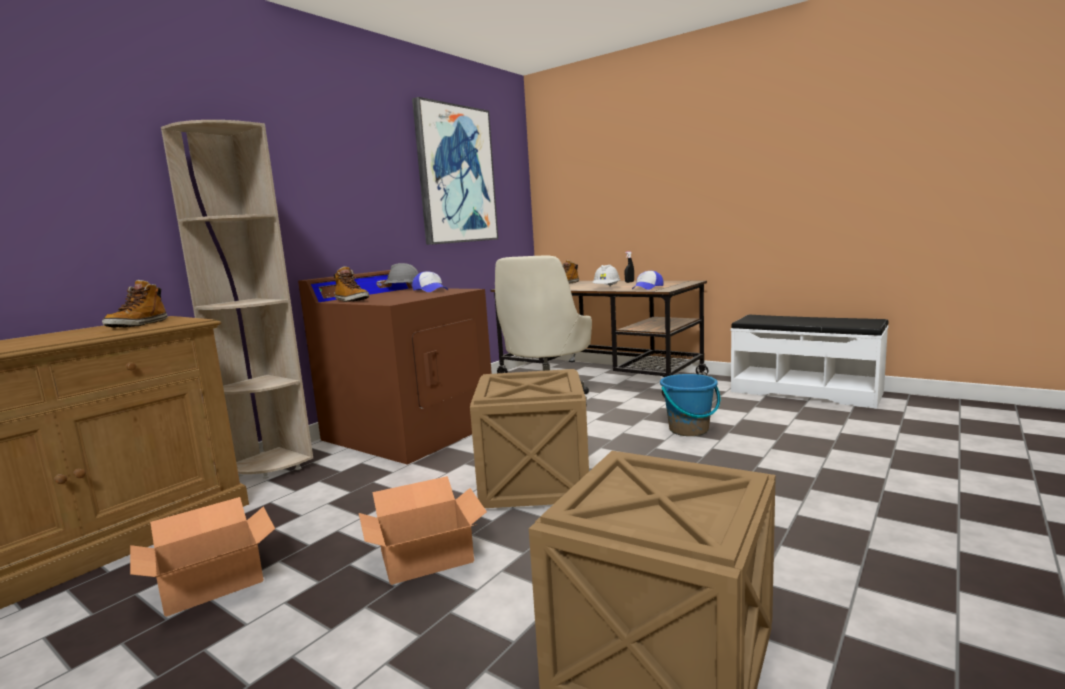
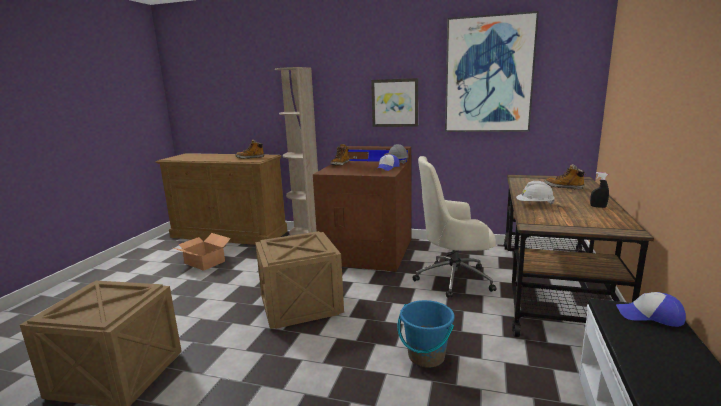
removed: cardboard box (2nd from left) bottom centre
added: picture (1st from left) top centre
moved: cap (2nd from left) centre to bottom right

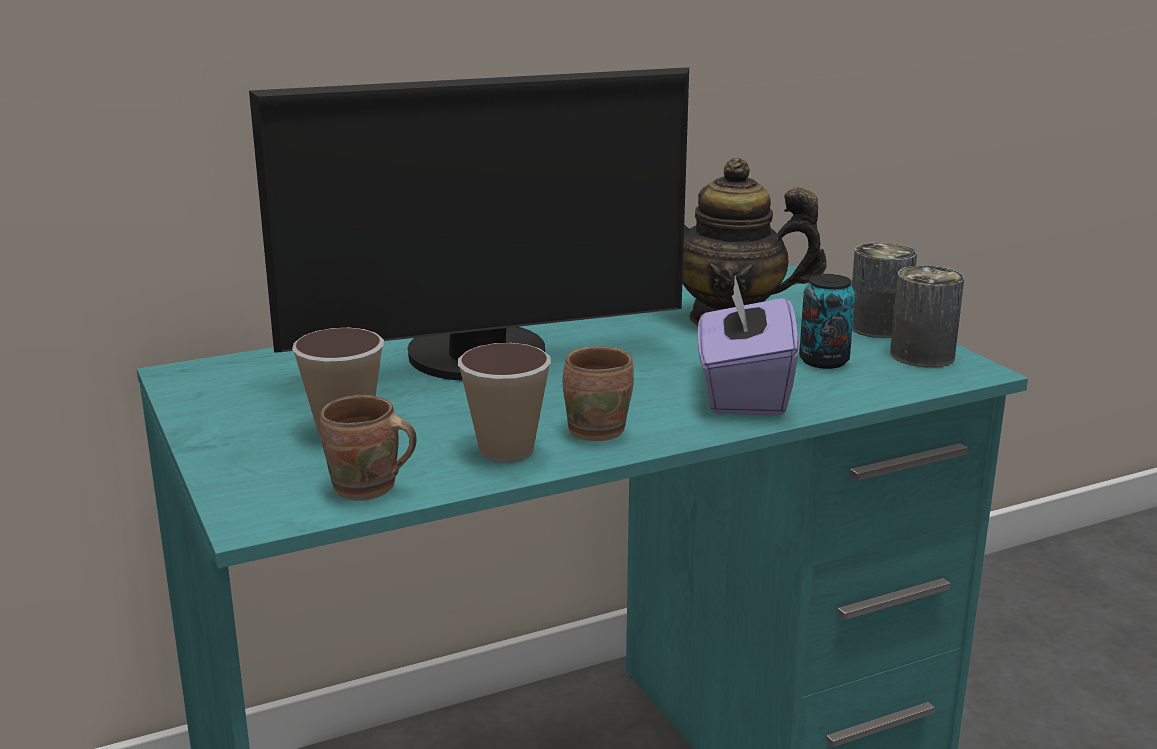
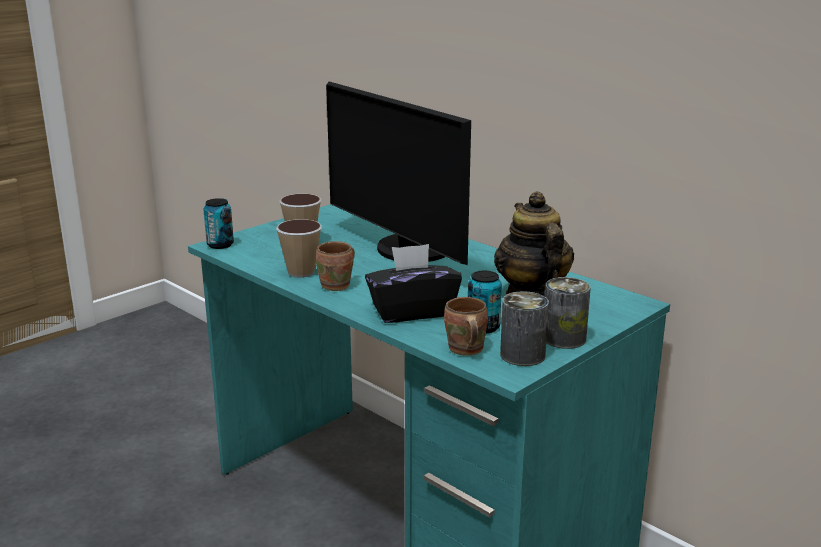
added: can (1st from left) middle left
moved: brown mug (1st from left in the first image) middle left to brown mug (2nd from left) centre
recoloured: purple tissue box centre to black tissue box centre

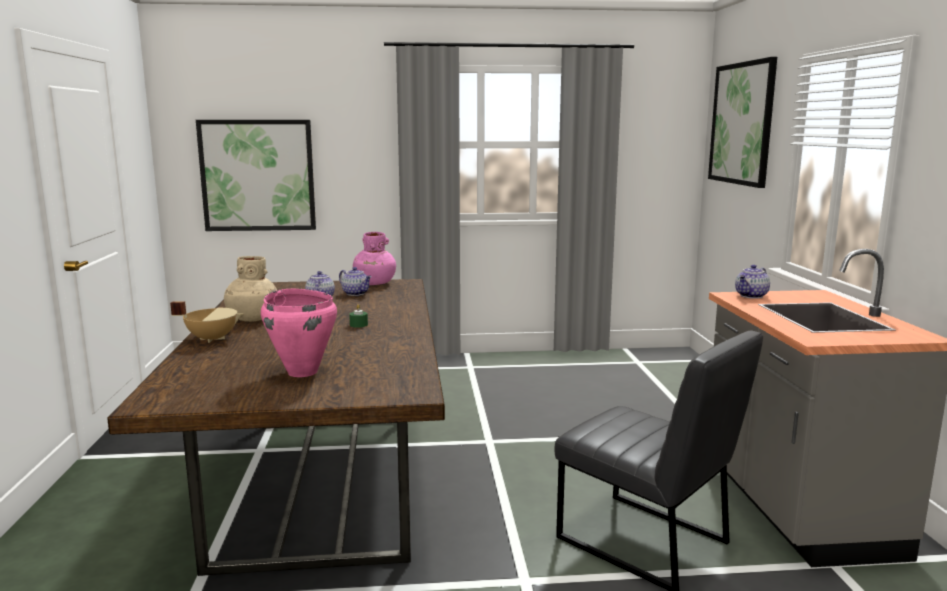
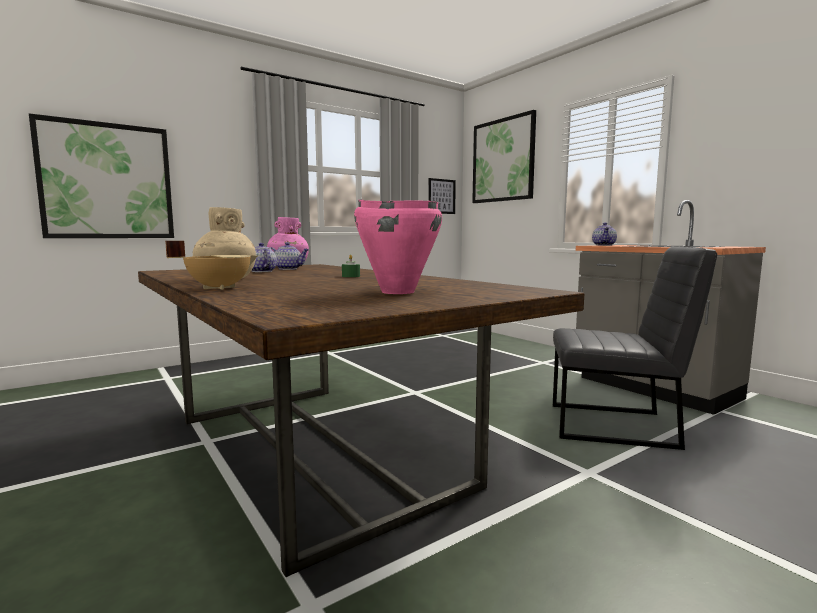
added: picture (2nd from left) top centre

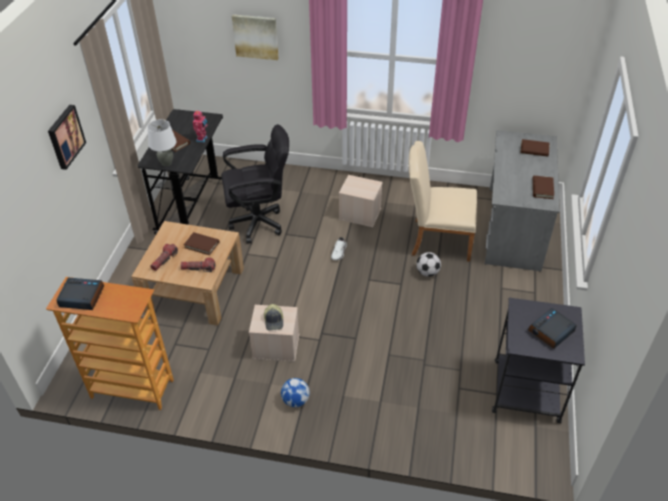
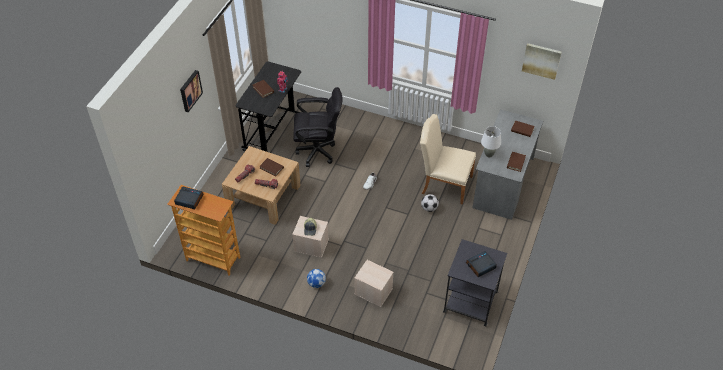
moved: picture (2nd from left) top centre to top right; white table lamp top left to middle right; beige storage box (2nd from left) centre to bottom centre

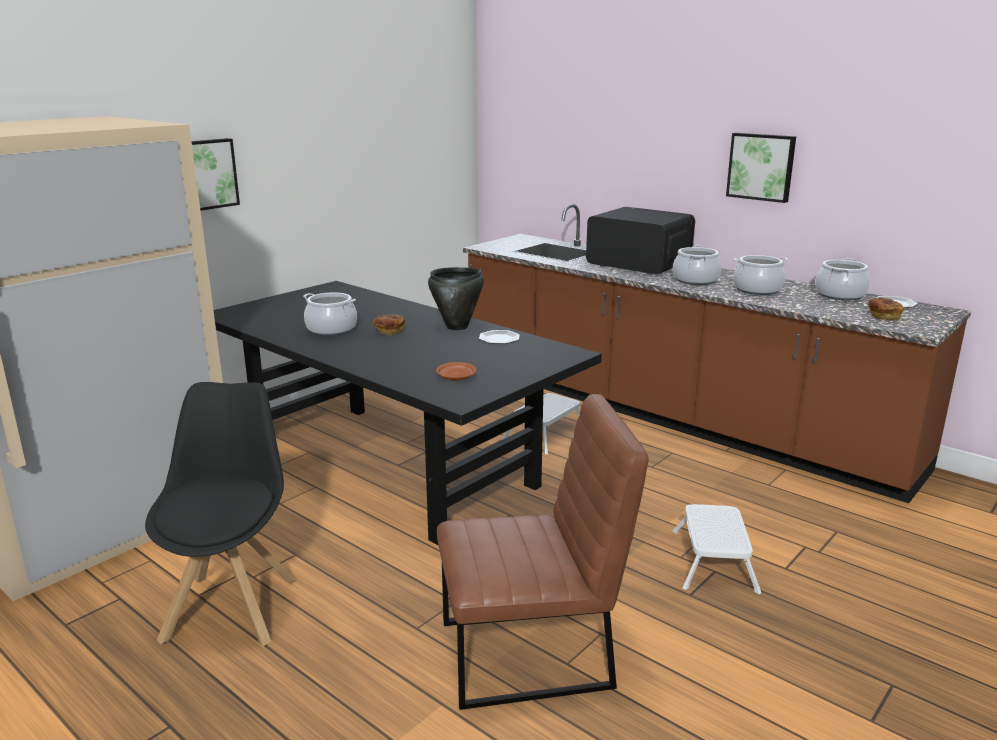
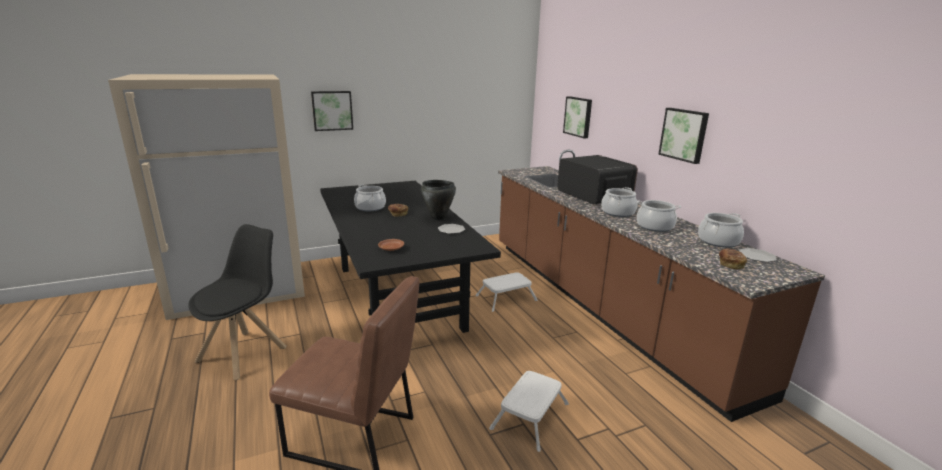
added: picture (2nd from left) top centre

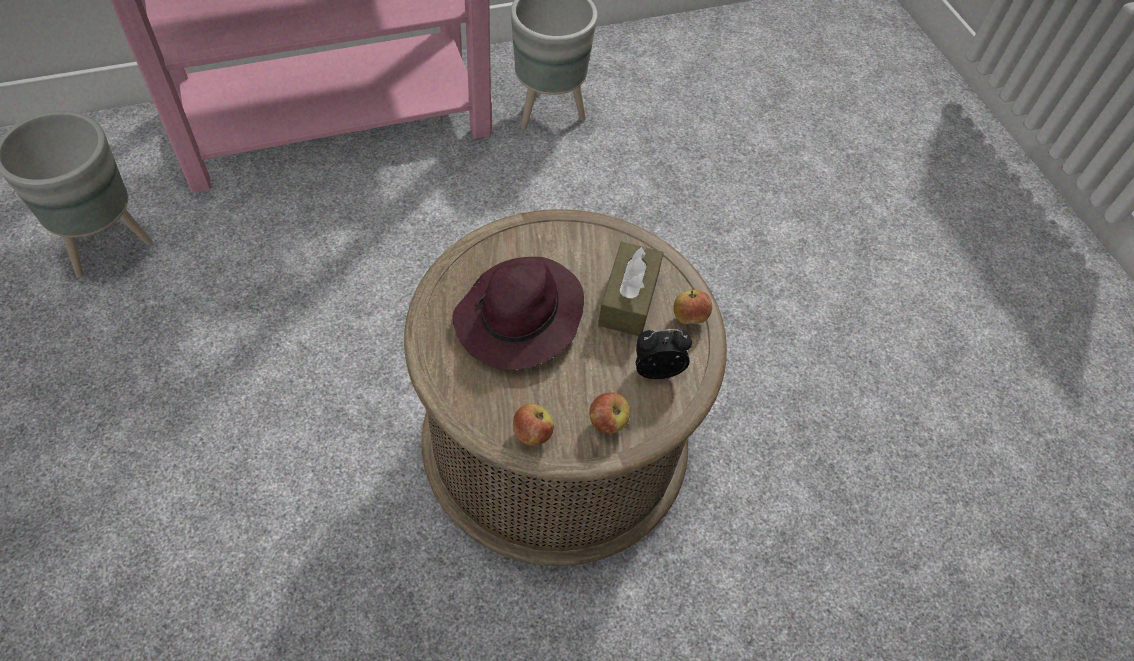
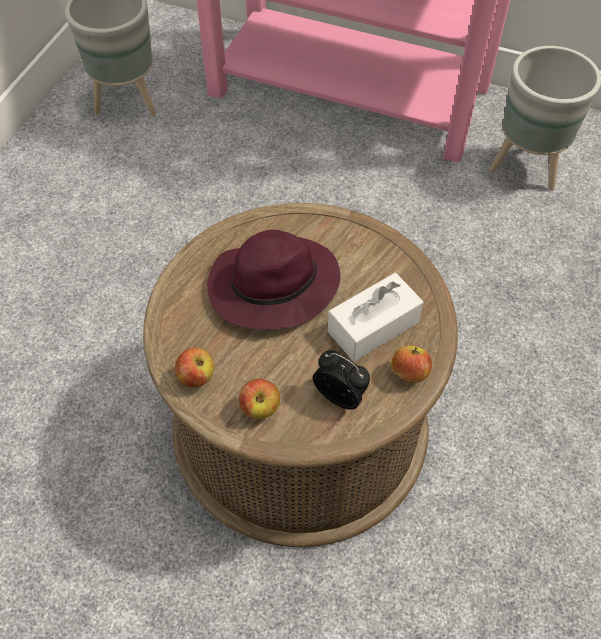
recoloured: brown tissue box centre to white tissue box centre

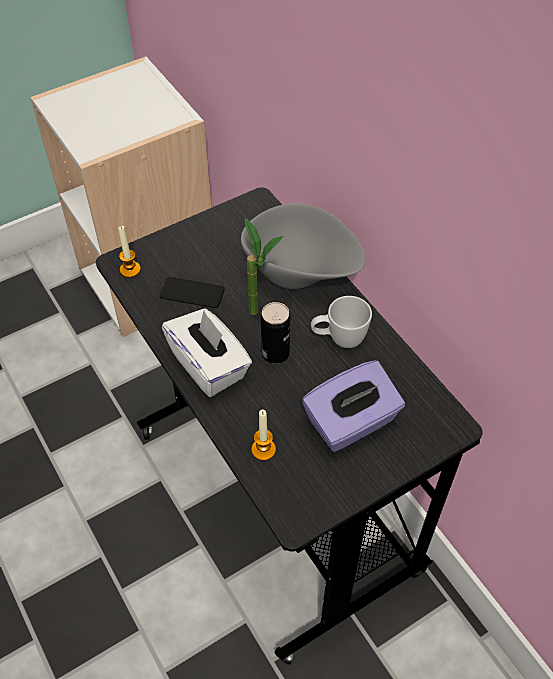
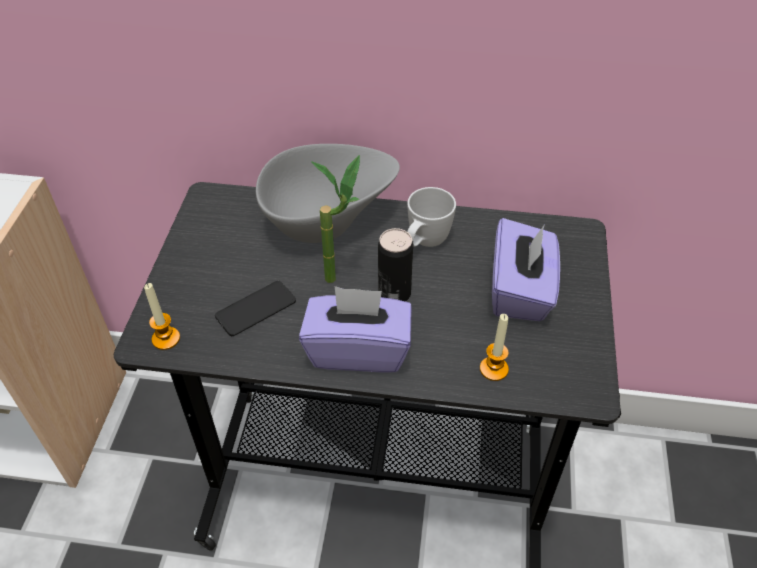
recoloured: white tissue box centre to purple tissue box (1st from left) centre

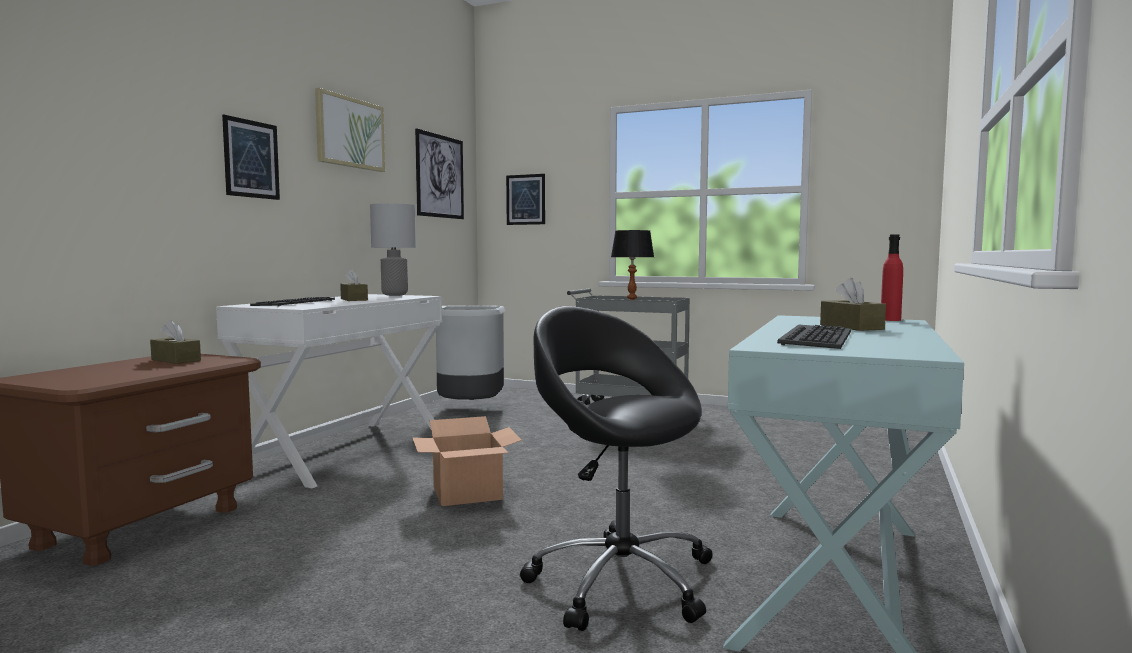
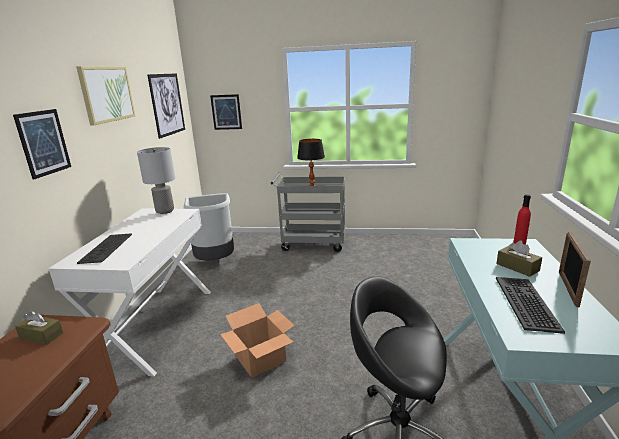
removed: brown tissue box (2nd from left) middle left
added: picture frame middle right

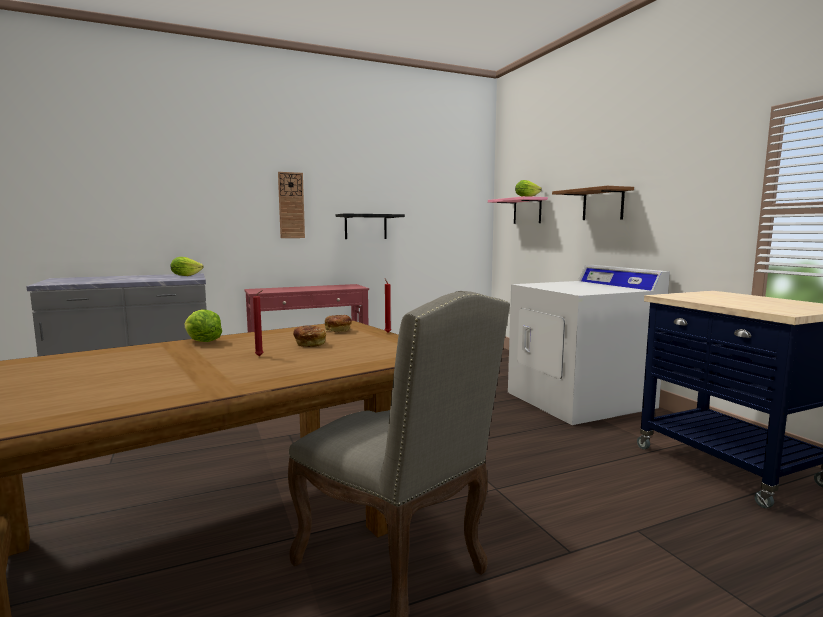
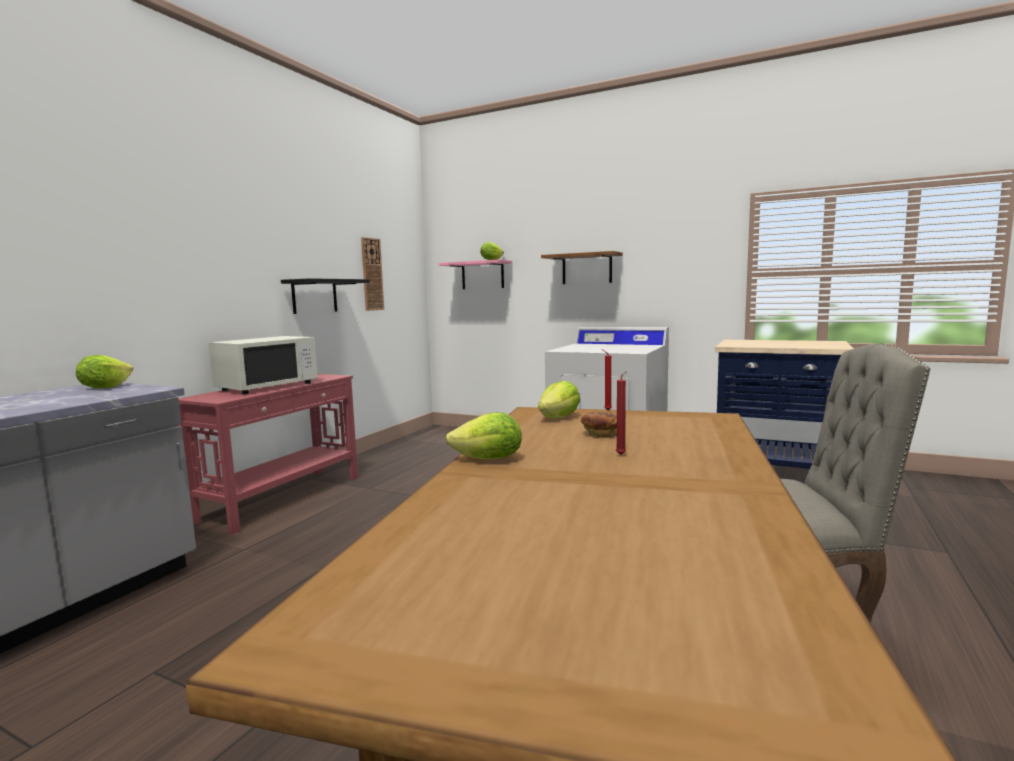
added: white microwave middle left
moved: wall clock top centre to centre
replaced: bread (2nd from left) centre to lettuce (4th from left) centre

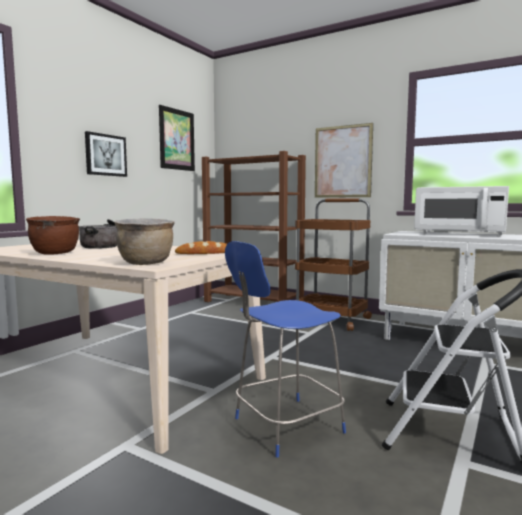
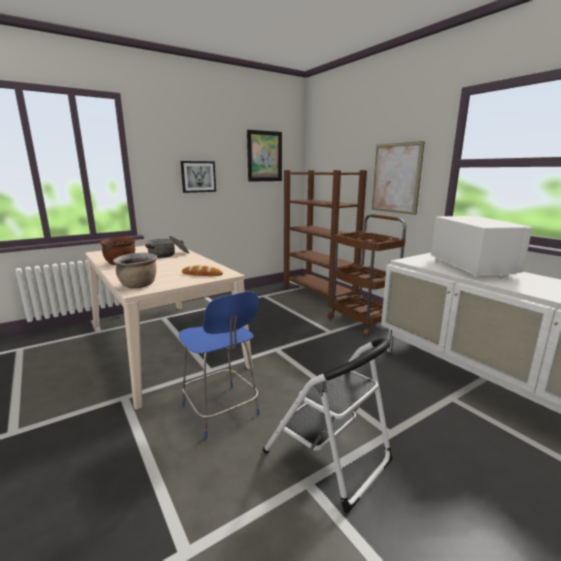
turned: white microwave middle right = middle right 150 degrees counterclockwise; blue chair bottom centre = centre 120 degrees counterclockwise

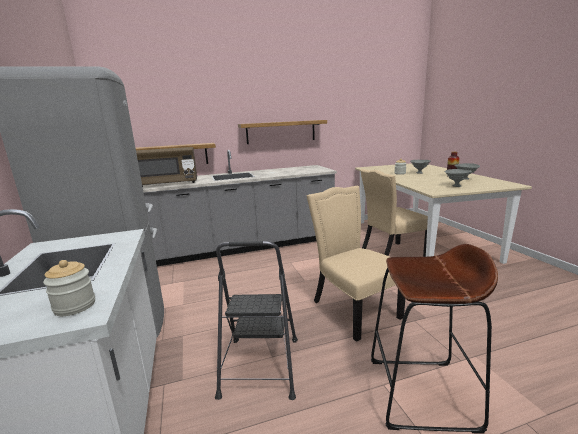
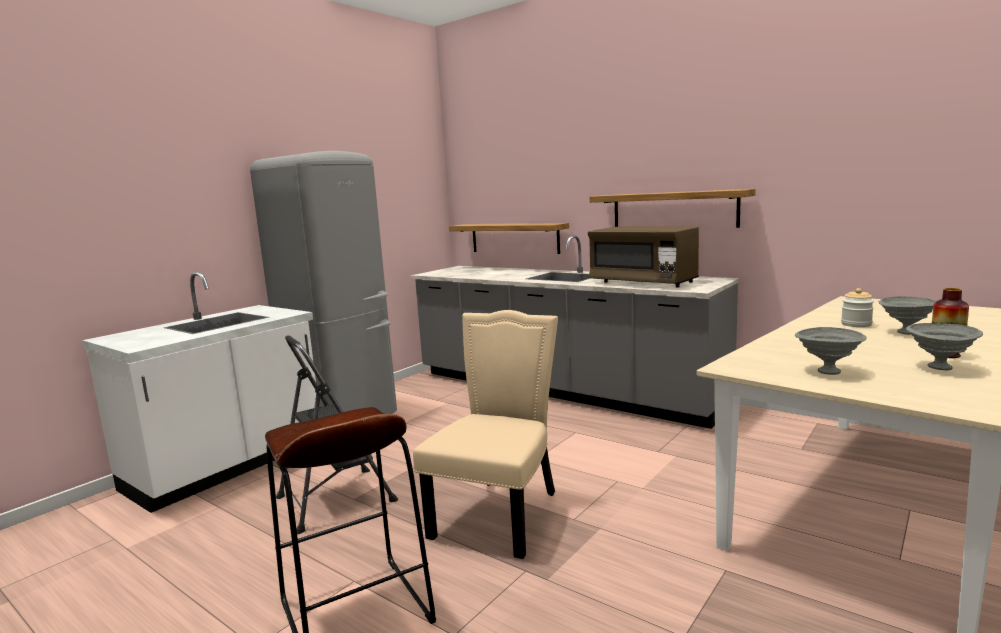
removed: beige chair (2nd from left) middle right; jar (1st from left) middle left
moved: brown microwave middle left to centre

